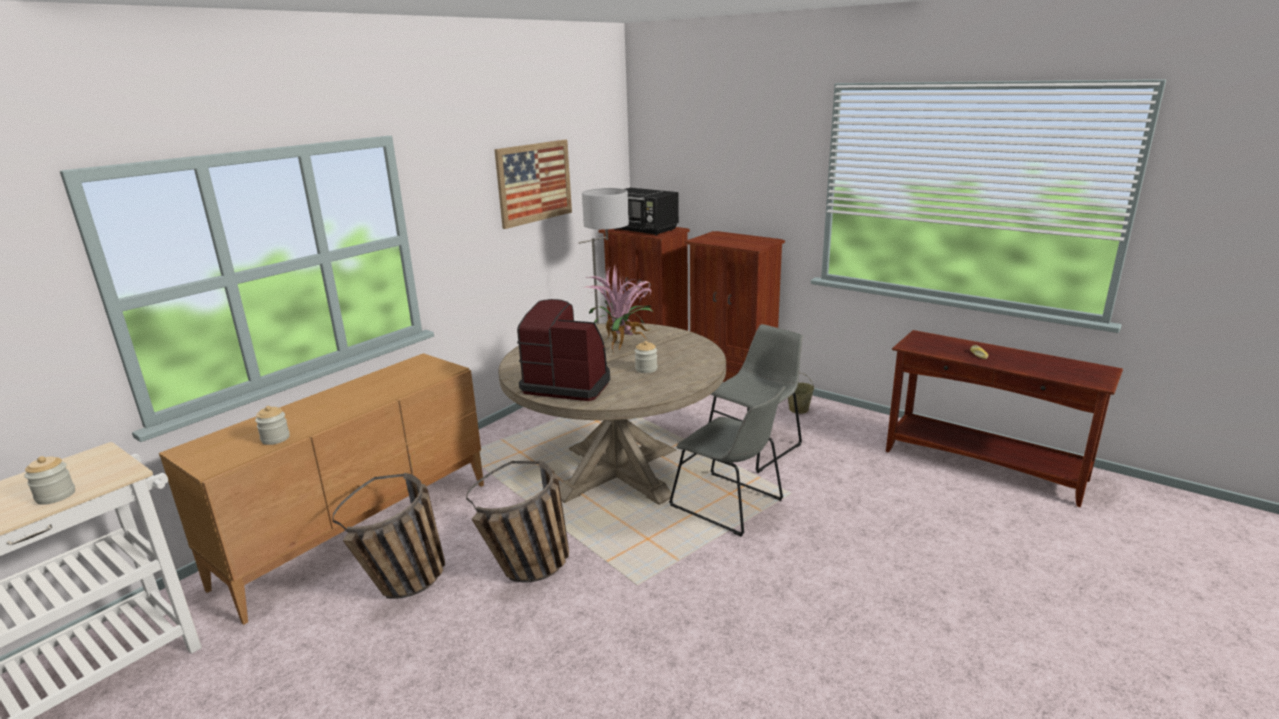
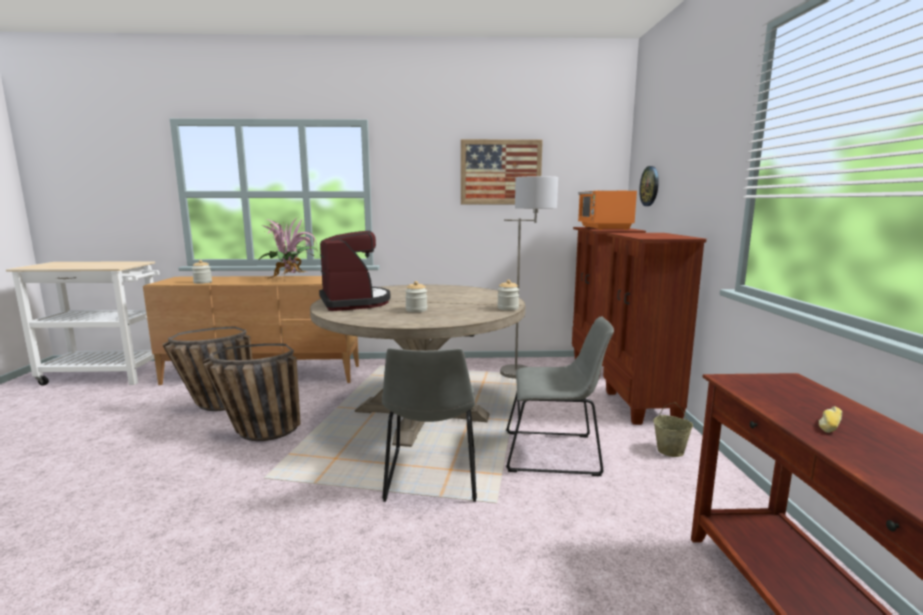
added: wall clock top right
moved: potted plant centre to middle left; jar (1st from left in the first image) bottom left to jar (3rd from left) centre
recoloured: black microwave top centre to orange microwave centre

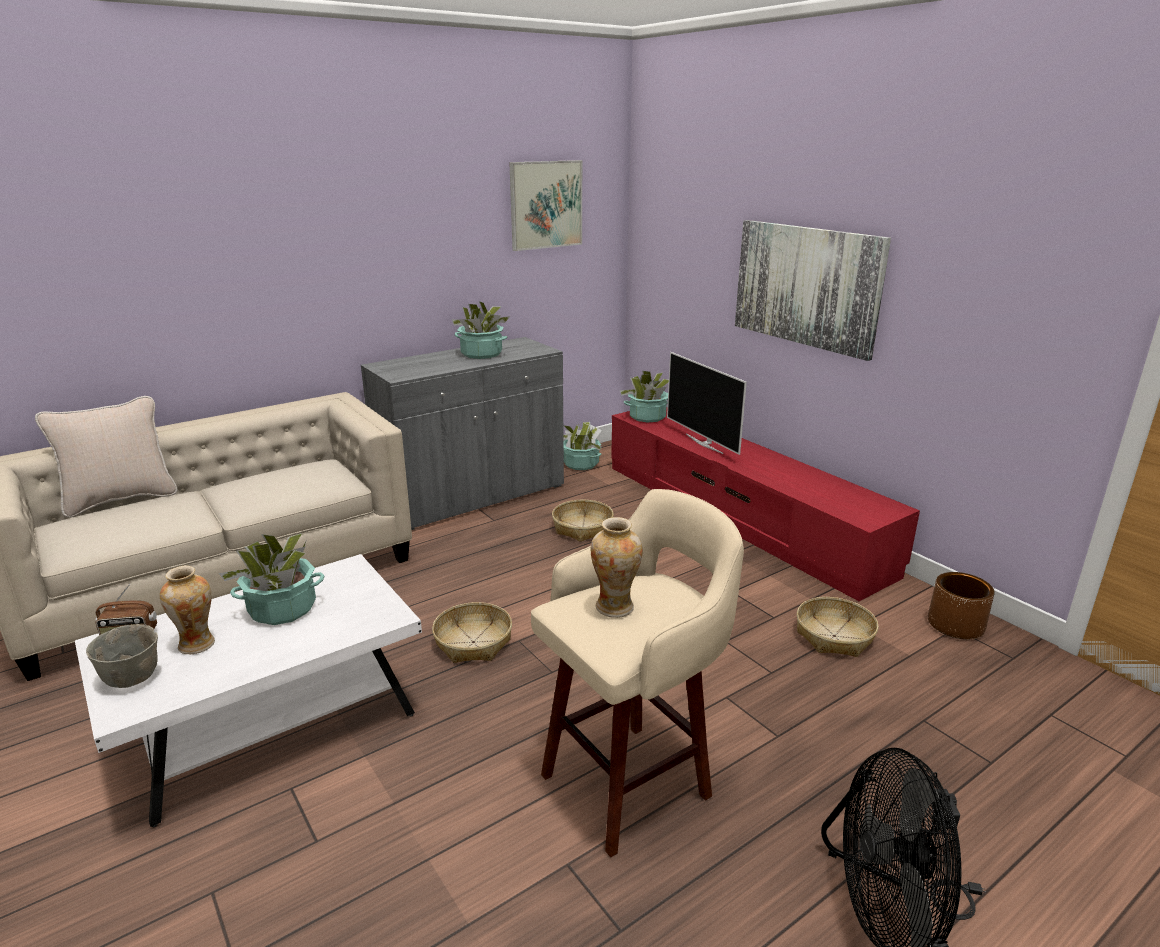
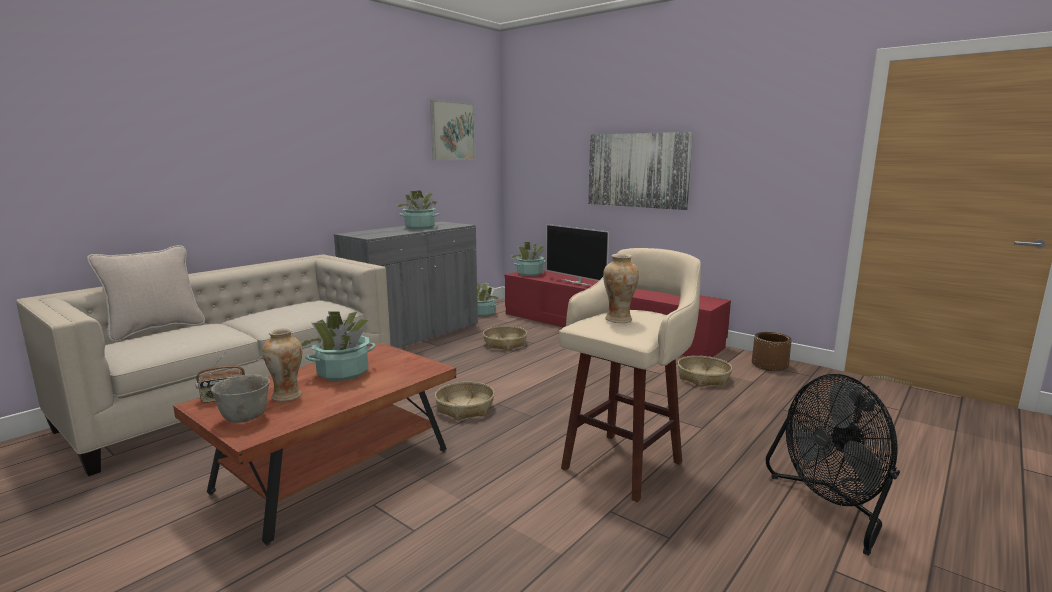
recoloured: white coffee table bottom left to brown coffee table bottom left

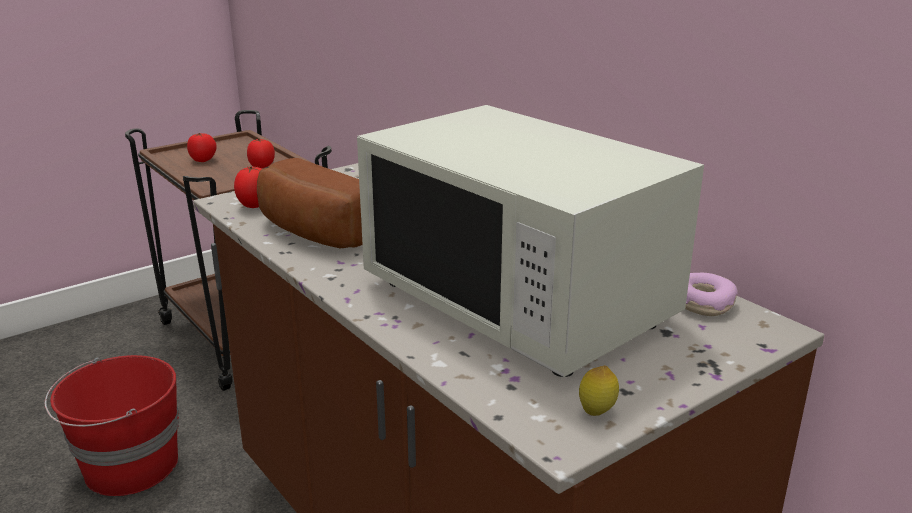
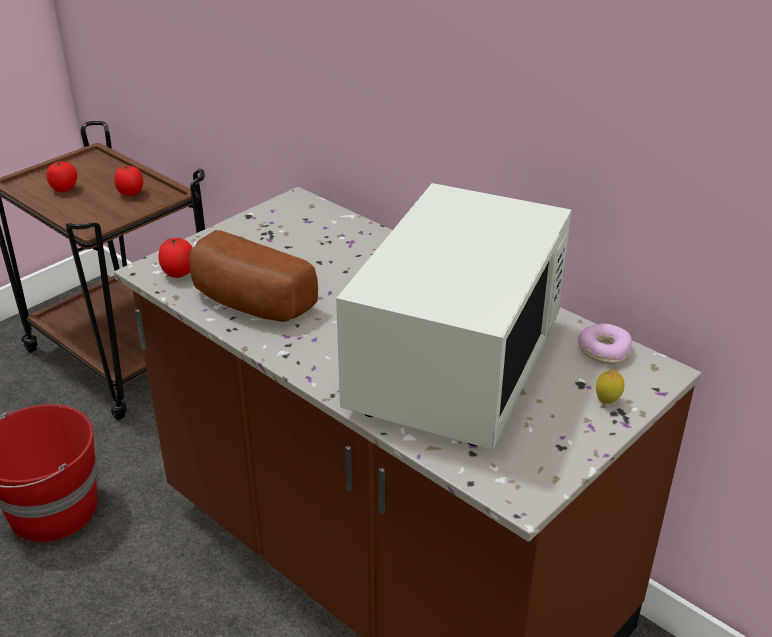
moved: lemon bottom centre to middle right
turned: white microwave centre = centre 105 degrees counterclockwise

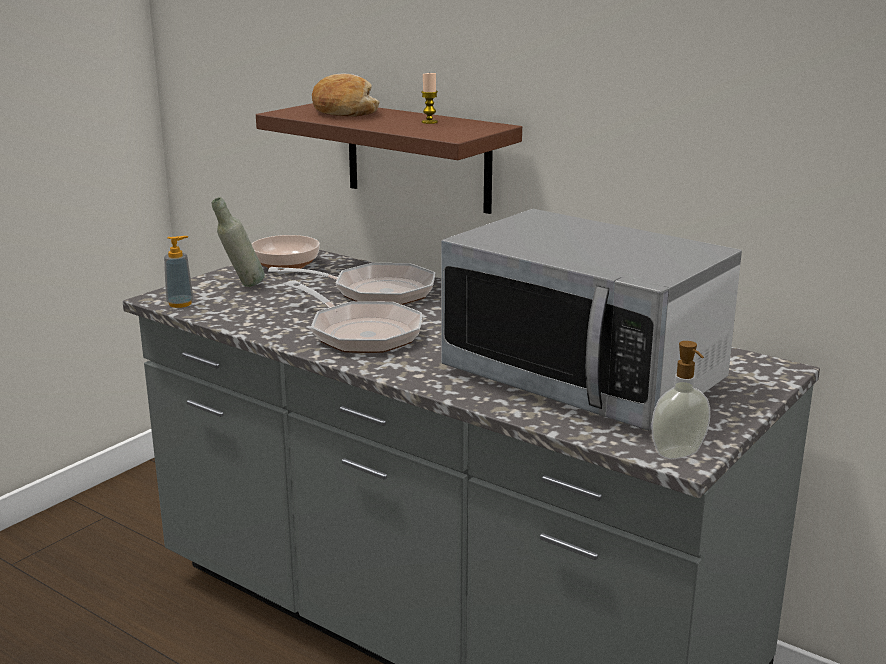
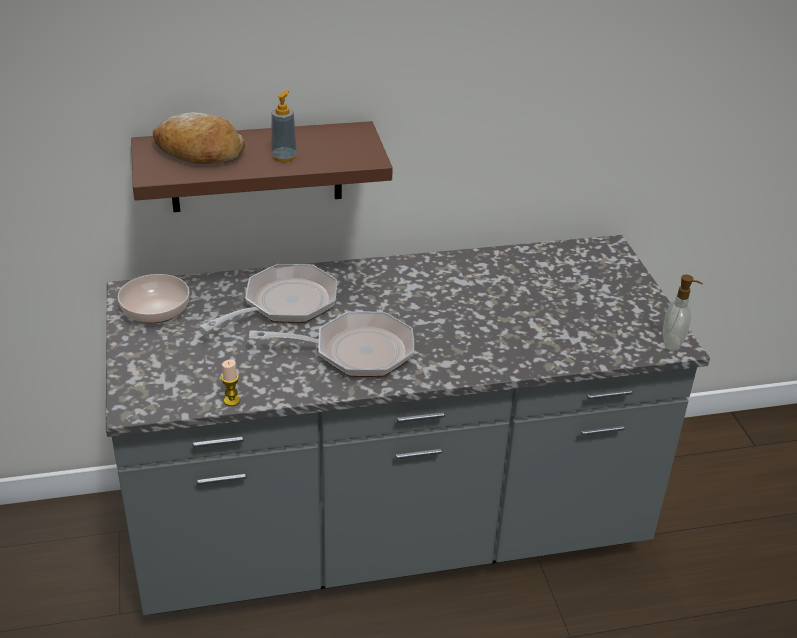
removed: grey bottle middle left; microwave middle right
moved: candle top centre to middle left; soap dispenser (1st from left) middle left to top centre

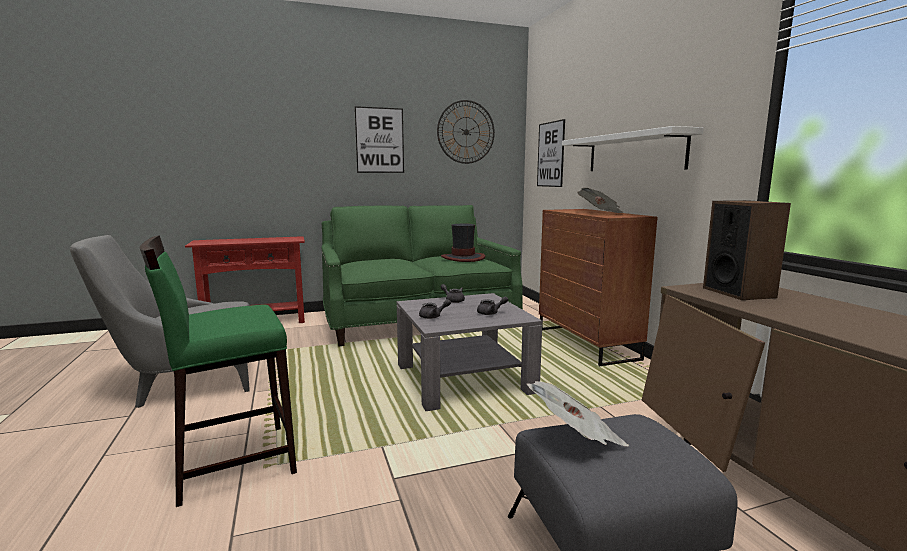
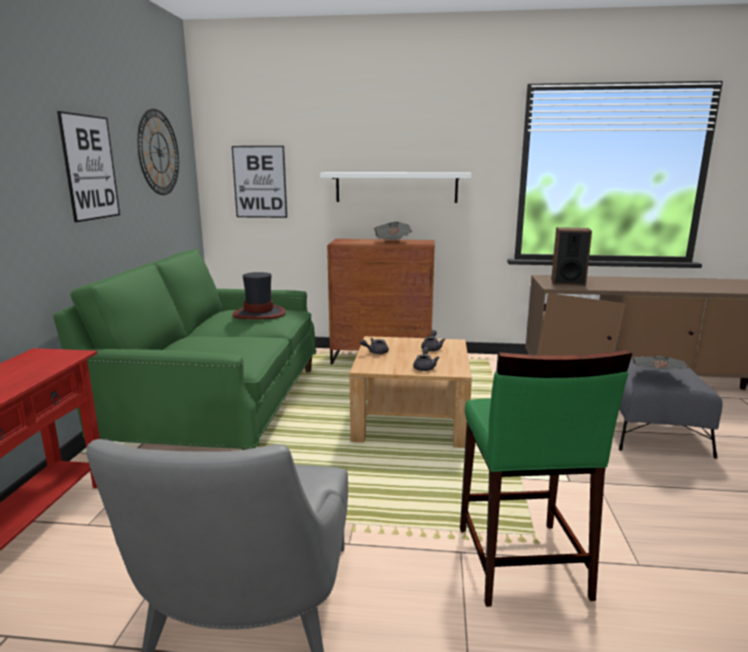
recoloured: grey coffee table centre to brown coffee table centre

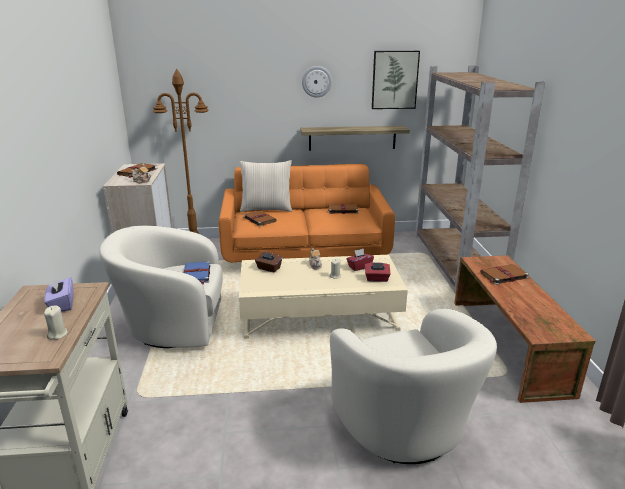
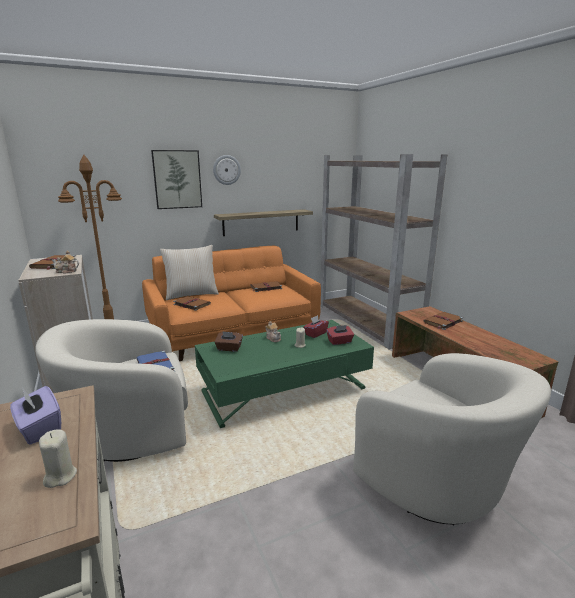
moved: picture top centre to top left
recoloured: beige coffee table centre to green coffee table centre

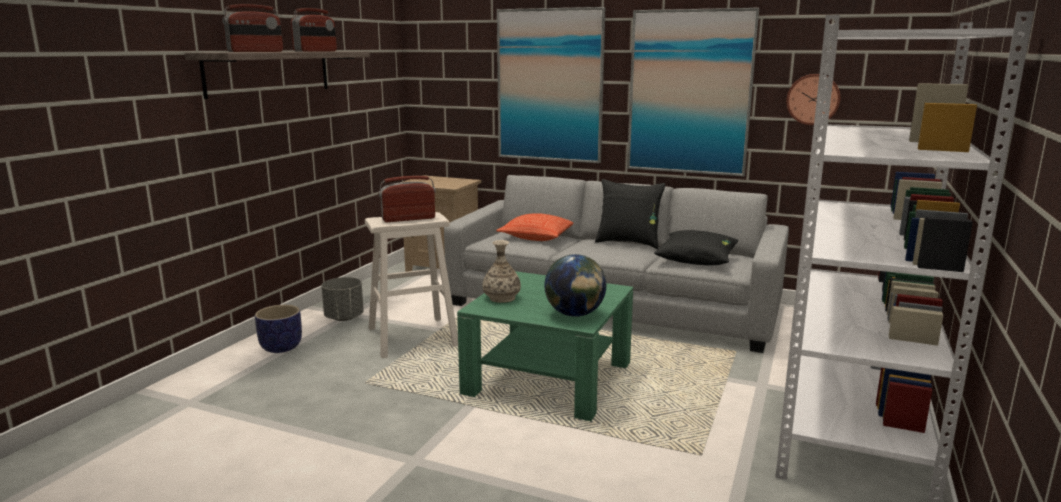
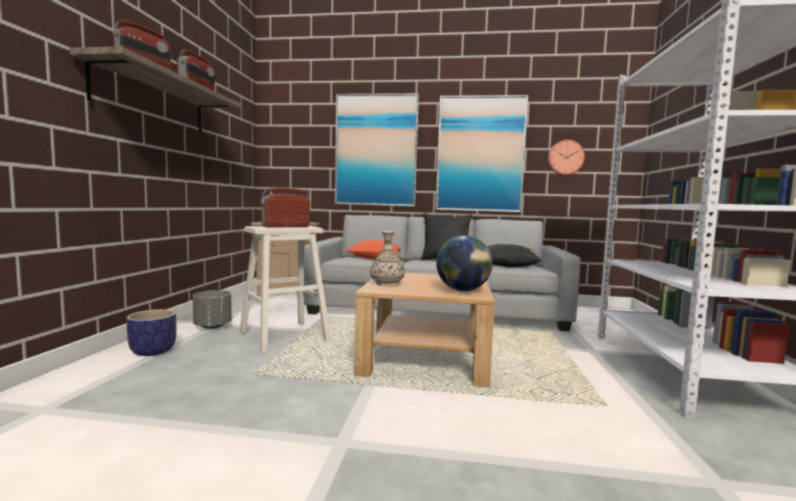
recoloured: green coffee table bottom centre to brown coffee table centre

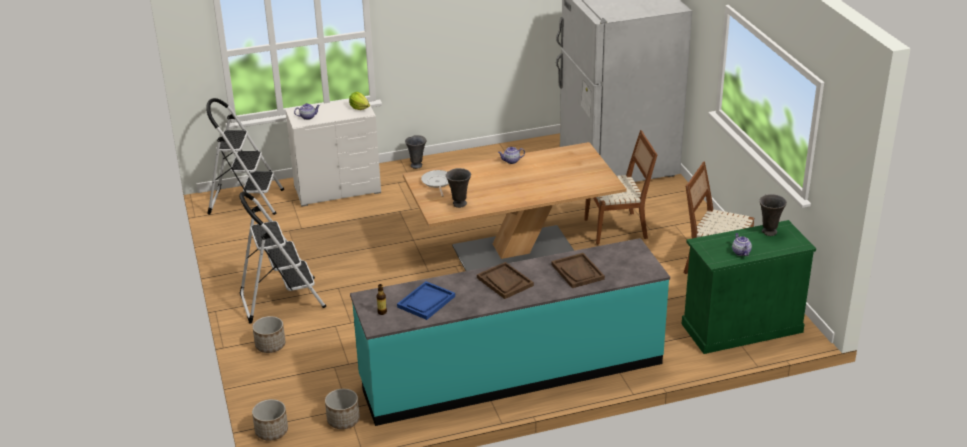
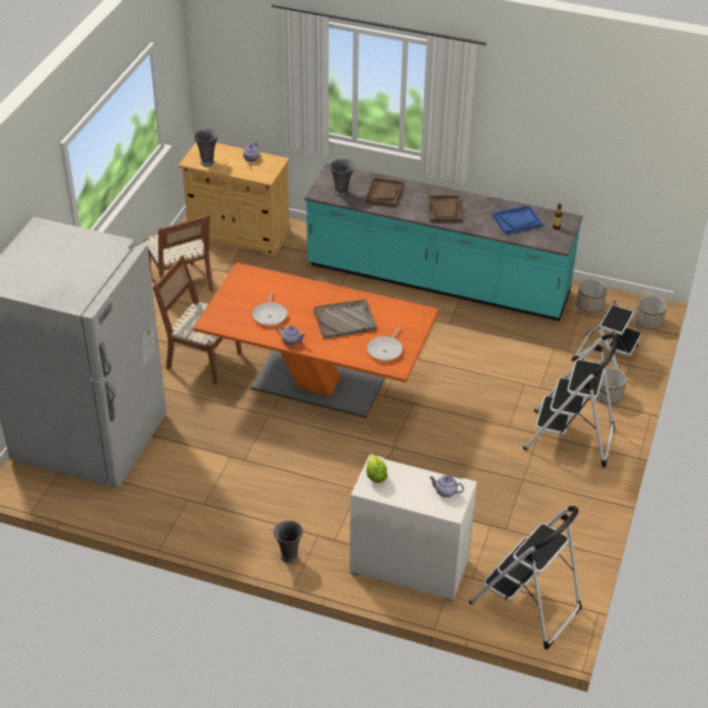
added: frying pan (1st from left) centre; grey tray centre; step ladder (3rd from left) middle right
moved: grey vase (2nd from left in the first image) centre to grey vase (3rd from left) top centre
recoloured: beige dining table centre to orange dining table centre; green cabinet middle right to beige cabinet top left

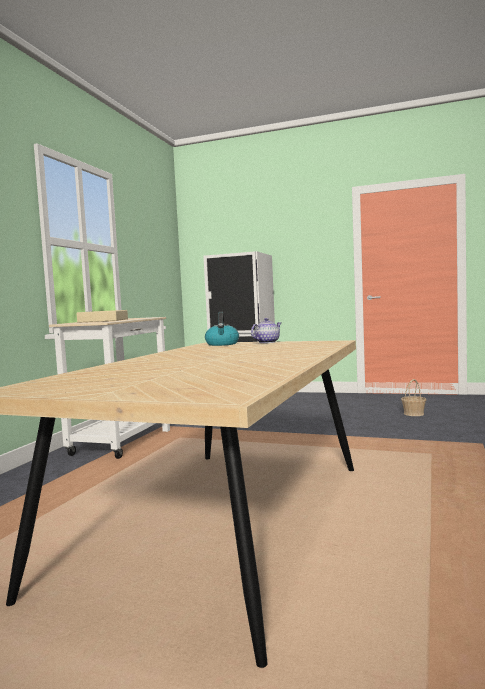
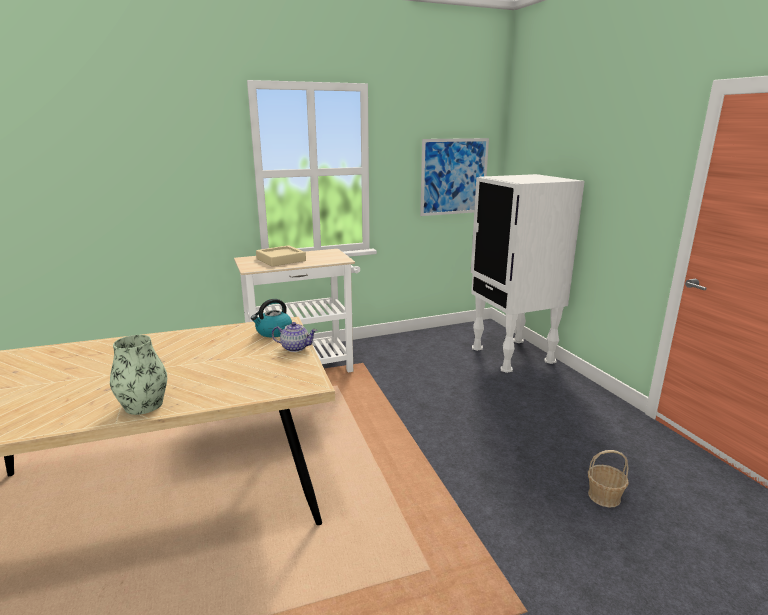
added: picture top centre; vase middle left

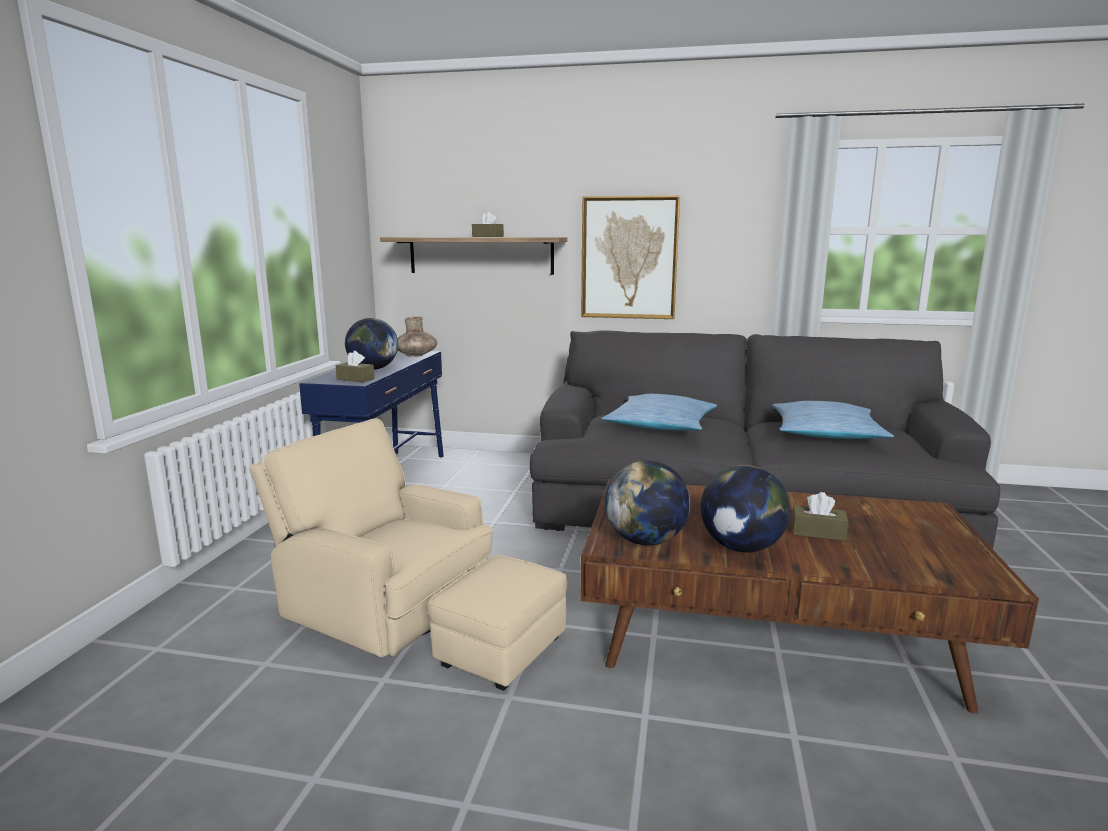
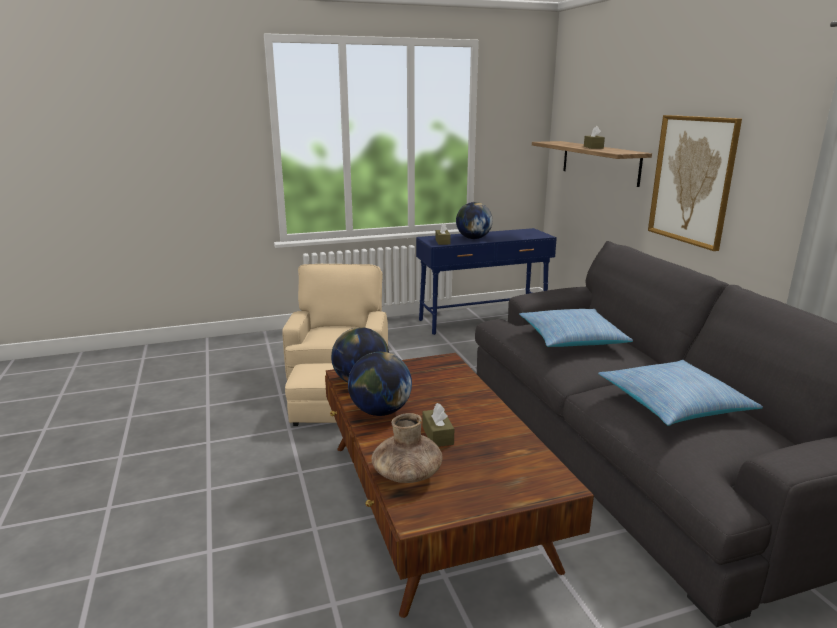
moved: brown vase centre to bottom centre

